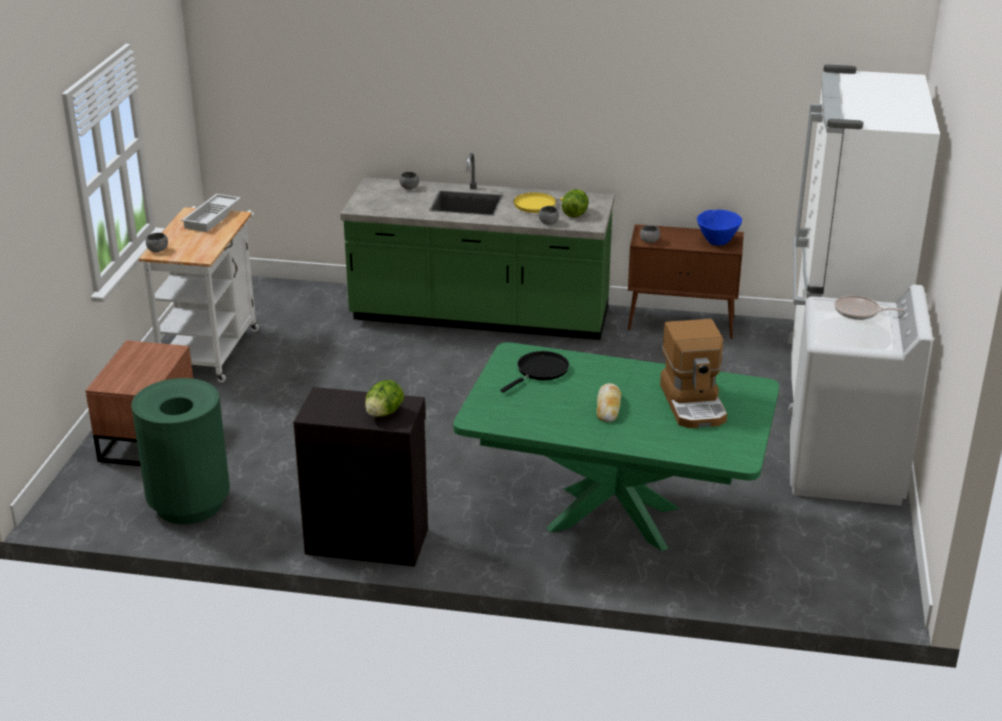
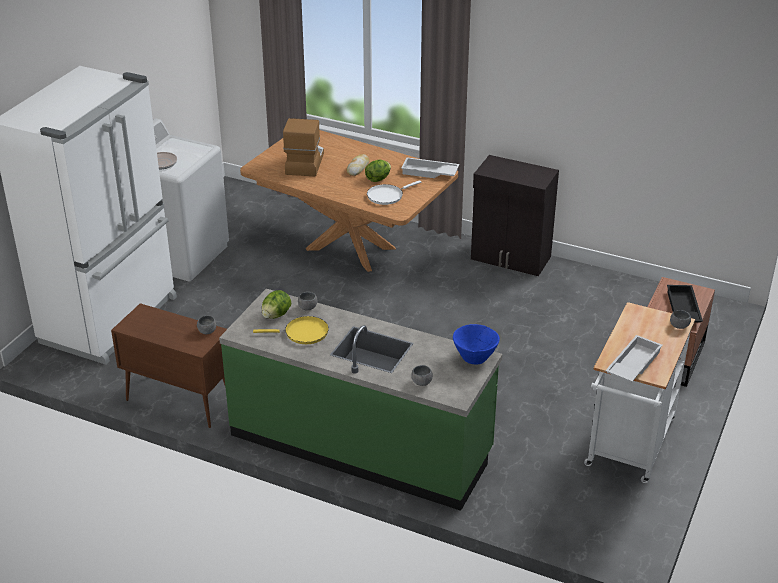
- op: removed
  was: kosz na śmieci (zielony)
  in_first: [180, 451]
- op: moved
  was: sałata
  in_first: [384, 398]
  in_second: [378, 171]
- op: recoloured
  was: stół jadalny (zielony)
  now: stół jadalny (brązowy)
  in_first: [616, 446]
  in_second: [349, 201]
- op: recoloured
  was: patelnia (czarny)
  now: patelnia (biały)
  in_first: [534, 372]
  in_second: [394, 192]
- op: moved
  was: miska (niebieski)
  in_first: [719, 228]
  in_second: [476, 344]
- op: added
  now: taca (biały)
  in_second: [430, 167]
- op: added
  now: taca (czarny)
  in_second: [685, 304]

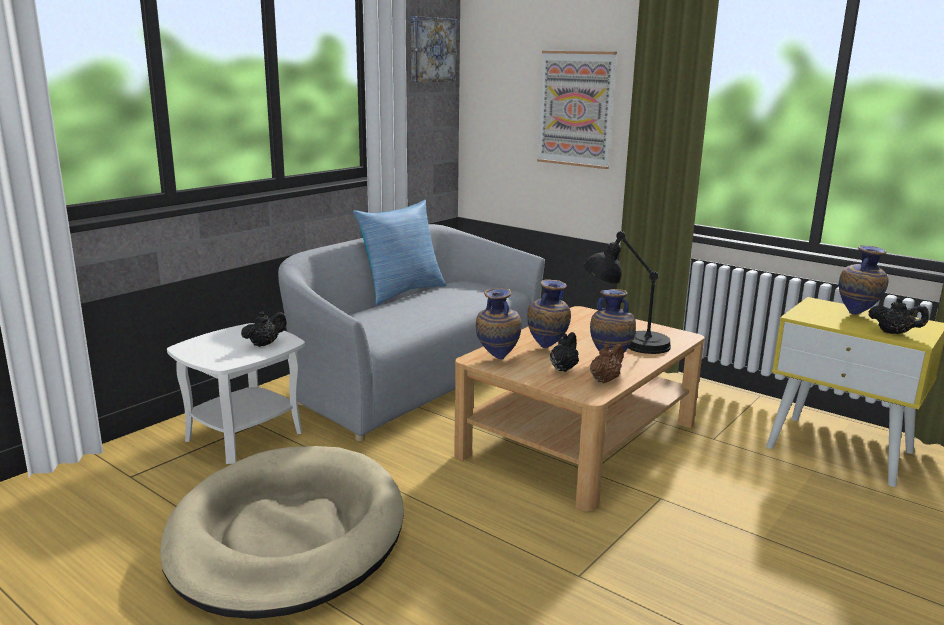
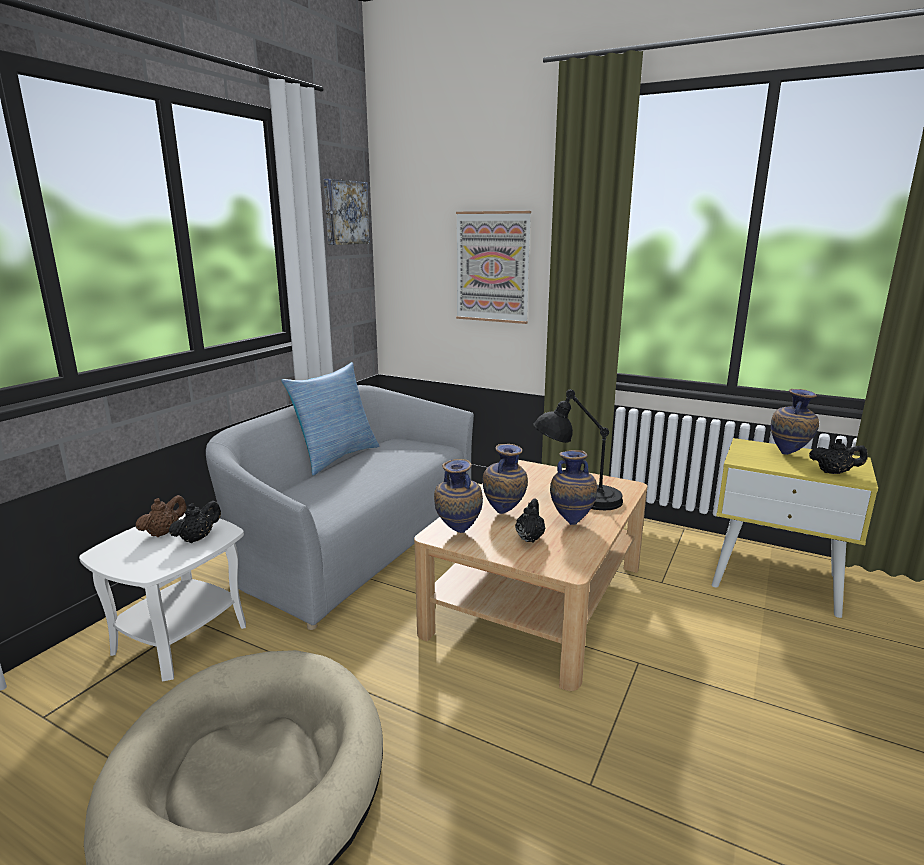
- op: moved
  was: imbryk (brązowy)
  in_first: [607, 363]
  in_second: [161, 516]

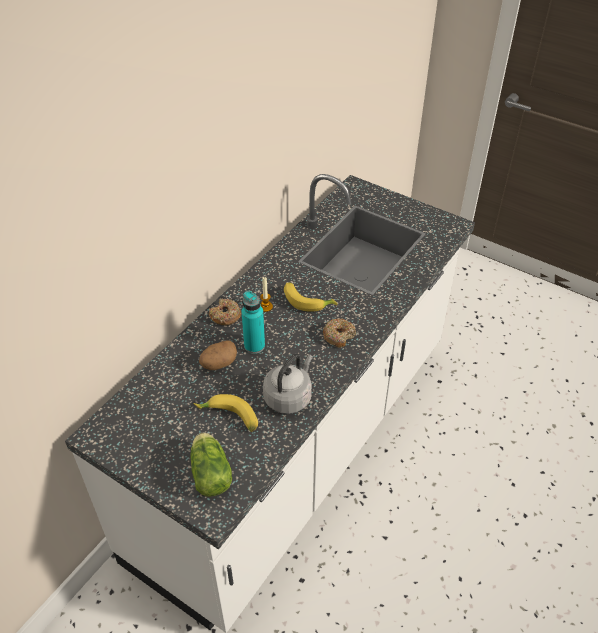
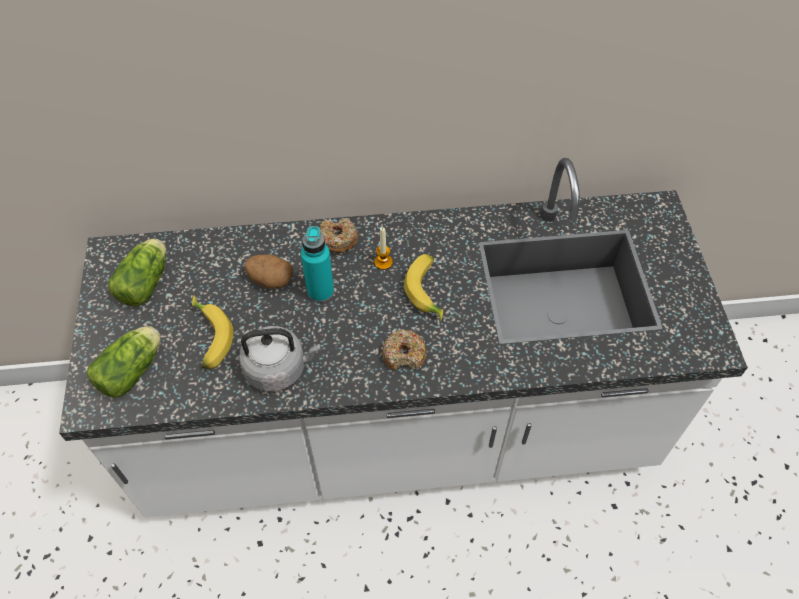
- op: added
  now: sałata
  in_second: [137, 272]

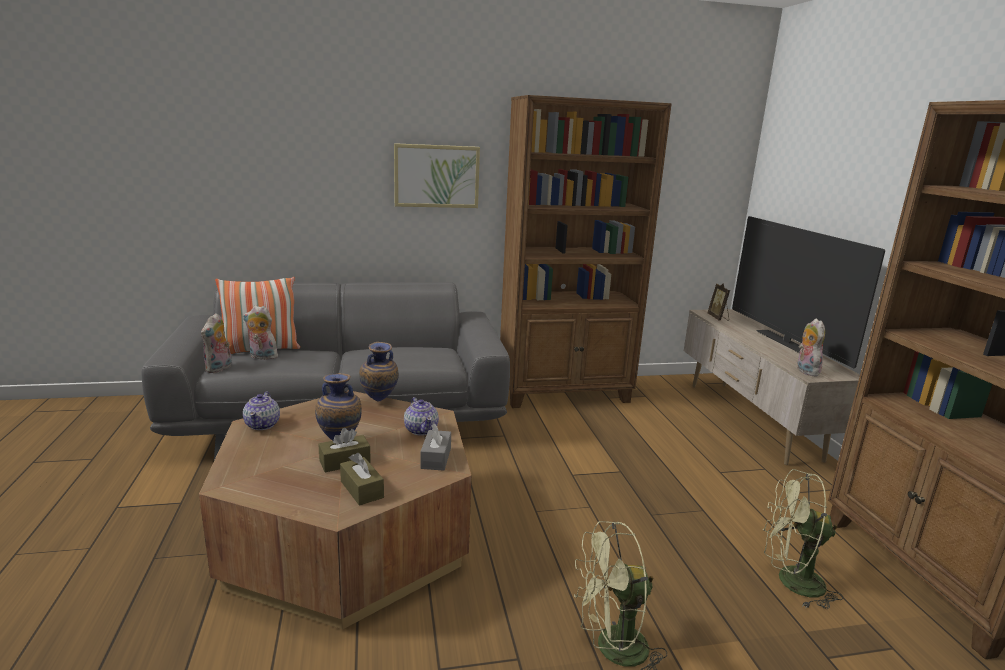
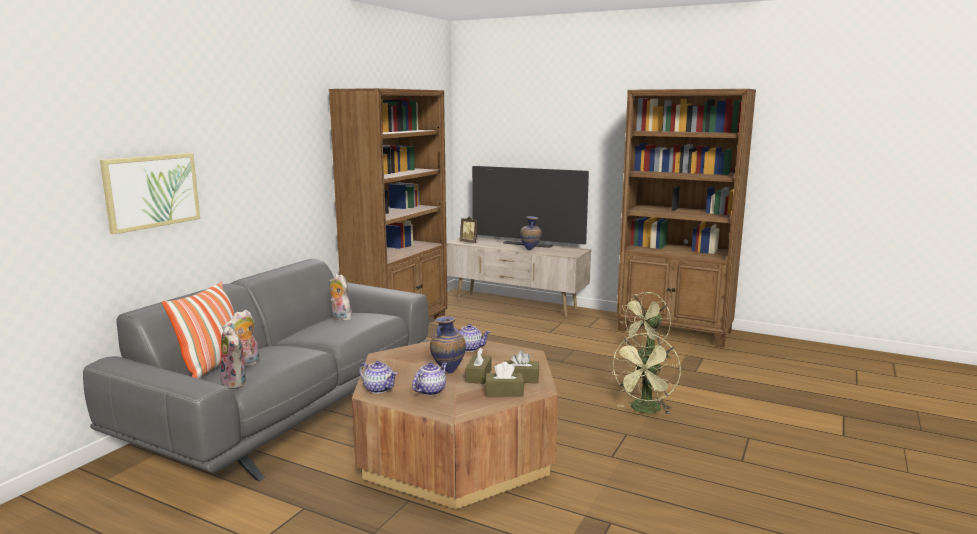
- op: moved
  was: wazon
  in_first: [379, 371]
  in_second: [531, 233]
- op: moved
  was: obraz
  in_first: [437, 175]
  in_second: [150, 194]
- op: removed
  was: pudełko chusteczek (szary)
  in_first: [435, 447]
- op: moved
  was: pluszak
  in_first: [811, 347]
  in_second: [340, 297]
- op: added
  now: imbryk
  in_second: [429, 379]
- op: added
  now: pudełko chusteczek (brązowy)
  in_second: [504, 379]

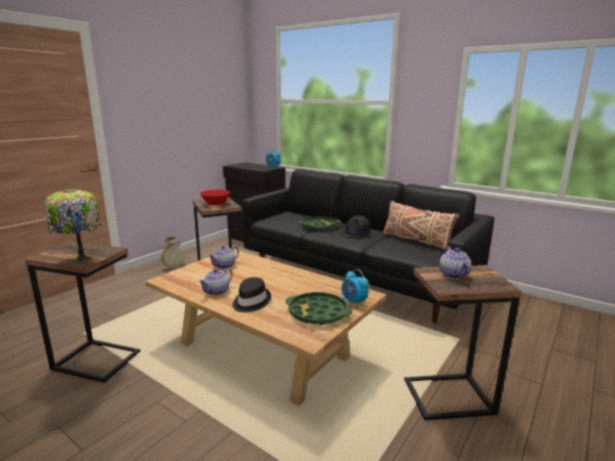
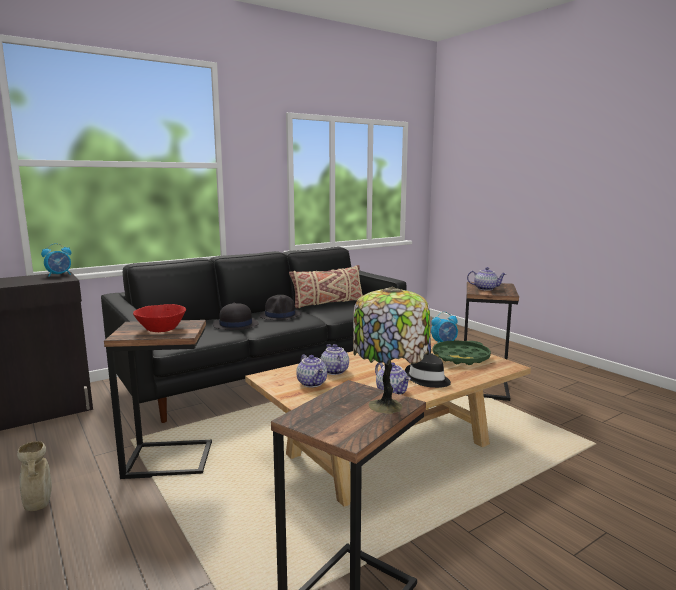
- op: replaced
  was: taca (zielony)
  now: kapelusz (czarny)
  in_first: [319, 223]
  in_second: [236, 316]
- op: added
  now: imbryk
  in_second: [335, 359]

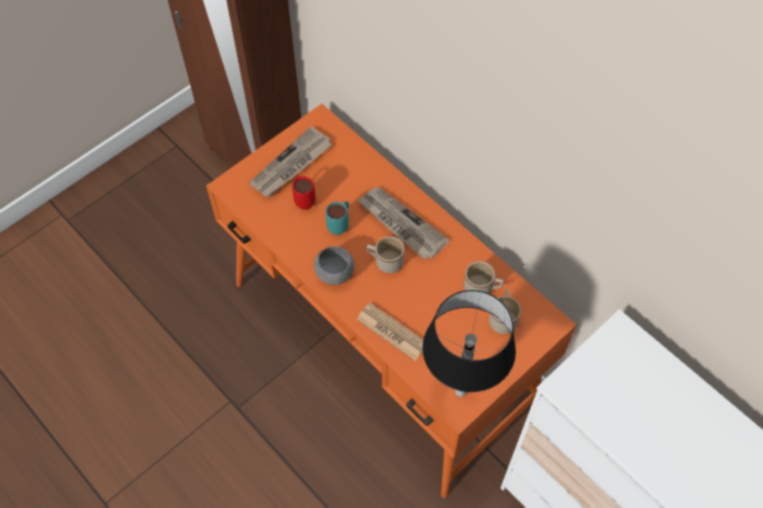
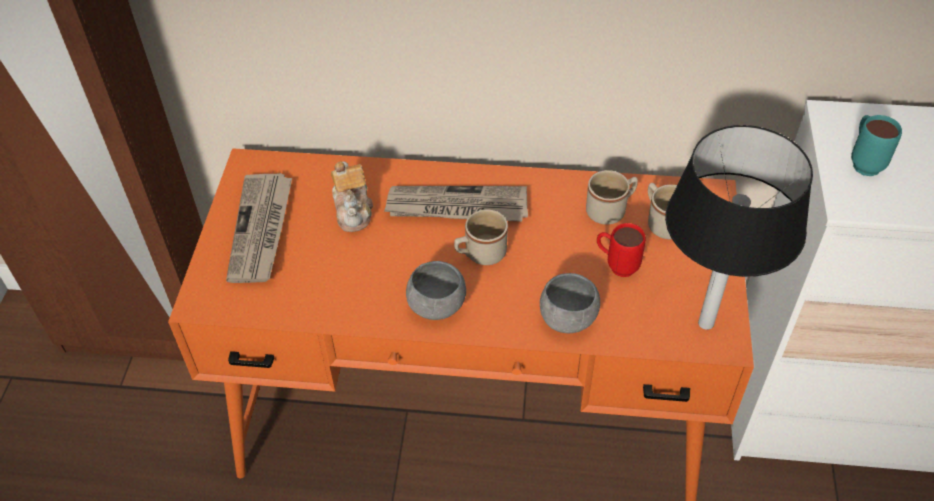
- op: moved
  was: kubek (czerwony)
  in_first: [304, 192]
  in_second: [621, 250]
- op: moved
  was: kubek (turkusowy)
  in_first: [337, 218]
  in_second: [876, 145]
- op: replaced
  was: gazeta
  now: miska (szary)
  in_first: [390, 332]
  in_second: [570, 303]
- op: added
  now: imbryk
  in_second: [352, 196]

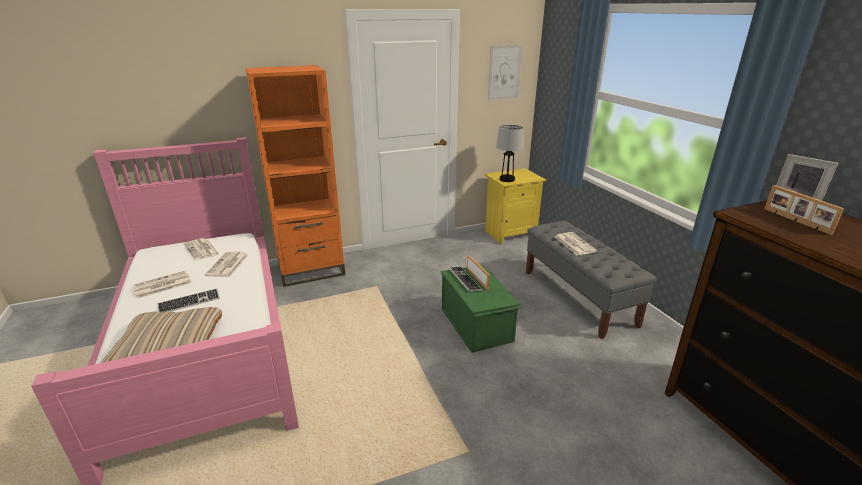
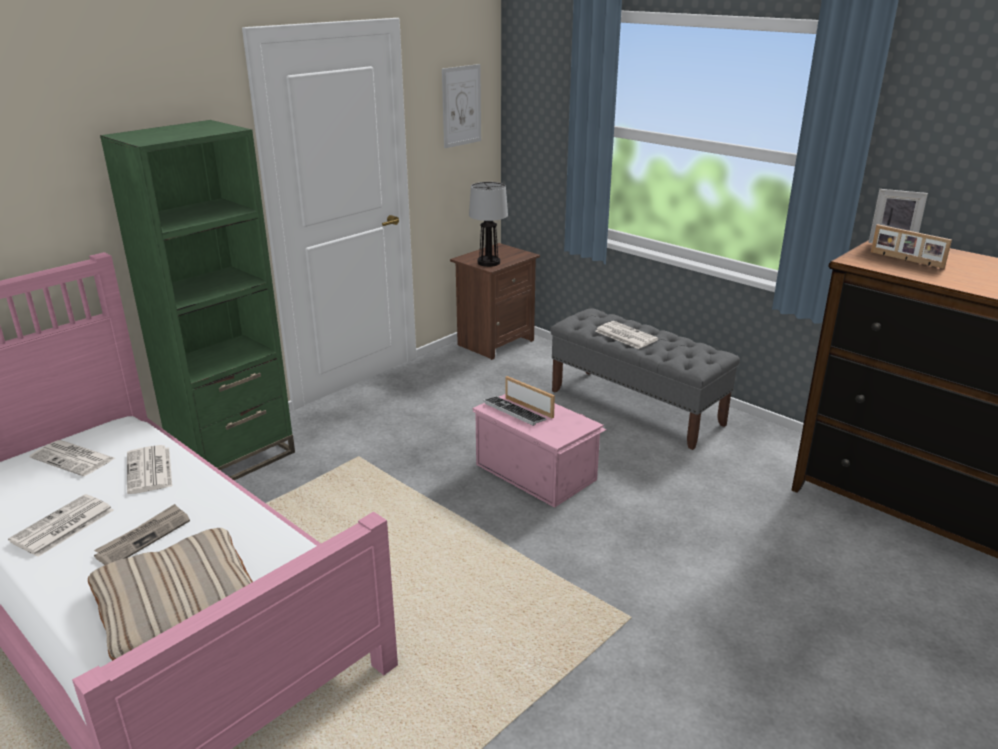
- op: replaced
  was: klawiatura
  now: gazeta
  in_first: [188, 300]
  in_second: [142, 534]
- op: recoloured
  was: regał (pomarańczowy)
  now: regał (zielony)
  in_first: [295, 176]
  in_second: [197, 300]
- op: recoloured
  was: pojemnik do przechowywania (zielony)
  now: pojemnik do przechowywania (różowy)
  in_first: [482, 309]
  in_second: [539, 451]
- op: recoloured
  was: szafka nocna (żółty)
  now: szafka nocna (brązowy)
  in_first: [515, 206]
  in_second: [495, 301]

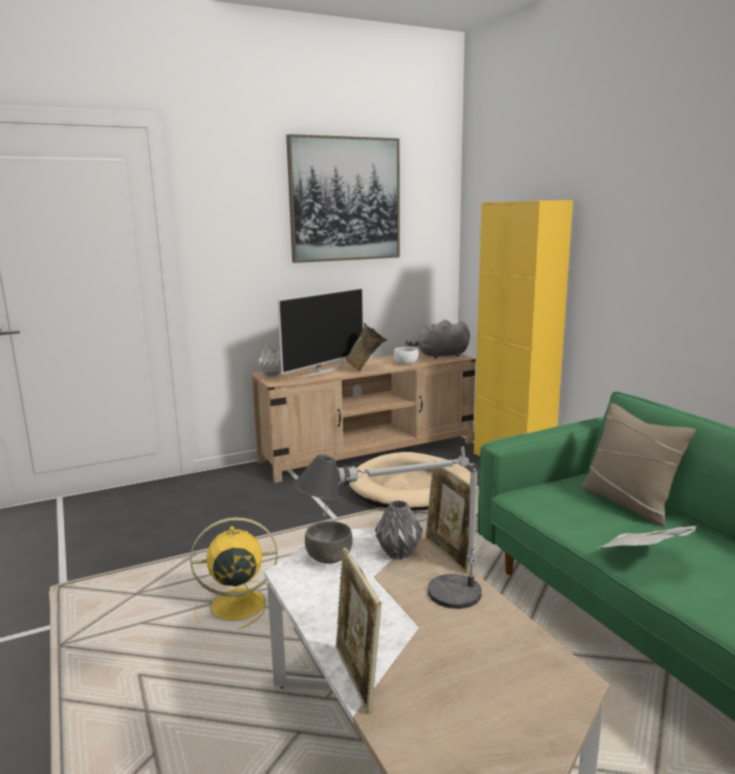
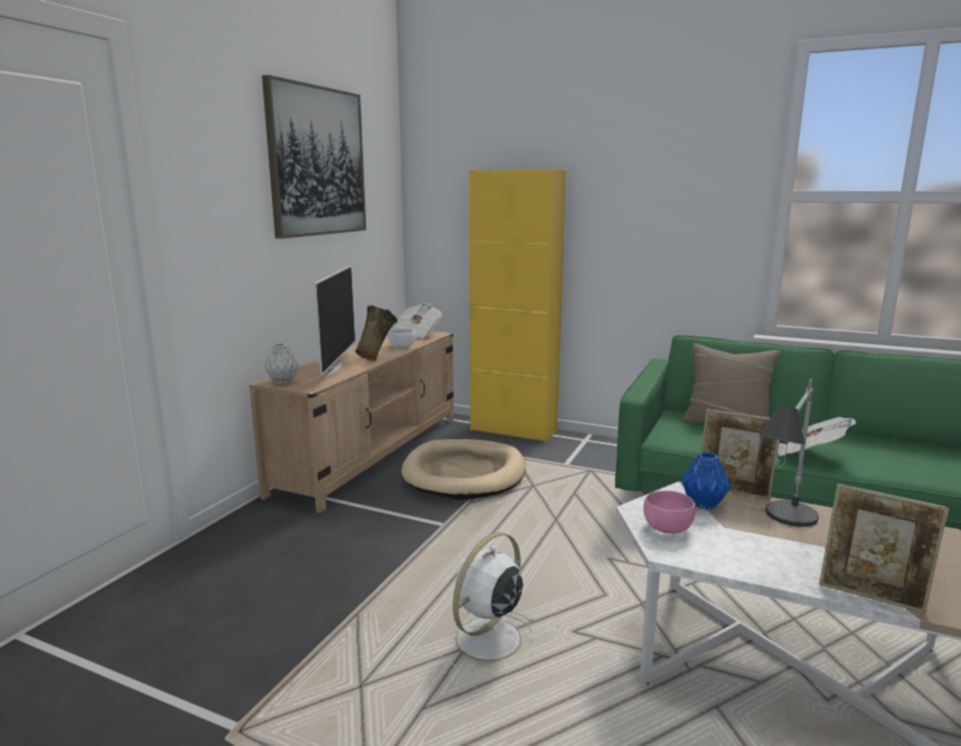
- op: recoloured
  was: wentylator (żółty)
  now: wentylator (biały)
  in_first: [233, 573]
  in_second: [490, 604]
- op: recoloured
  was: miska (szary)
  now: miska (różowy)
  in_first: [329, 542]
  in_second: [669, 512]
- op: recoloured
  was: wazon (szary)
  now: wazon (niebieski)
  in_first: [399, 529]
  in_second: [706, 481]
- op: replaced
  was: pluszak (szary)
  now: gazeta
  in_first: [437, 339]
  in_second: [418, 321]

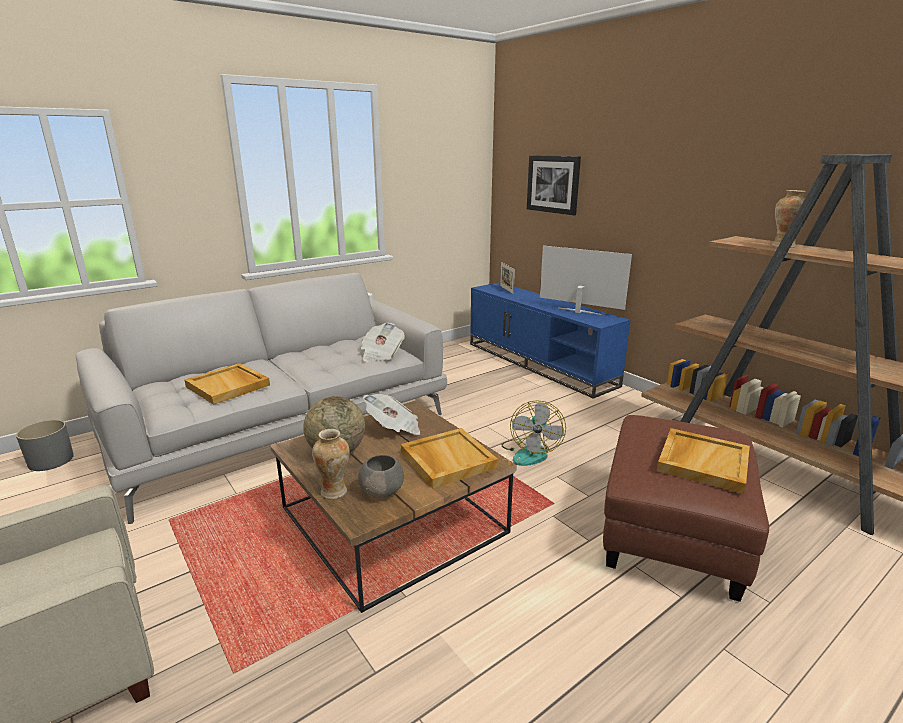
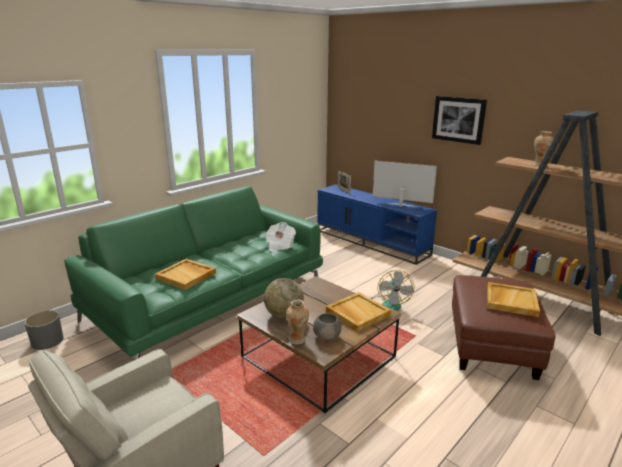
- op: recoloured
  was: kanapa (szary)
  now: kanapa (zielony)
  in_first: [261, 398]
  in_second: [193, 273]
- op: removed
  was: gazeta
  in_first: [391, 414]
- op: moved
  was: obraz
  in_first: [554, 185]
  in_second: [459, 120]

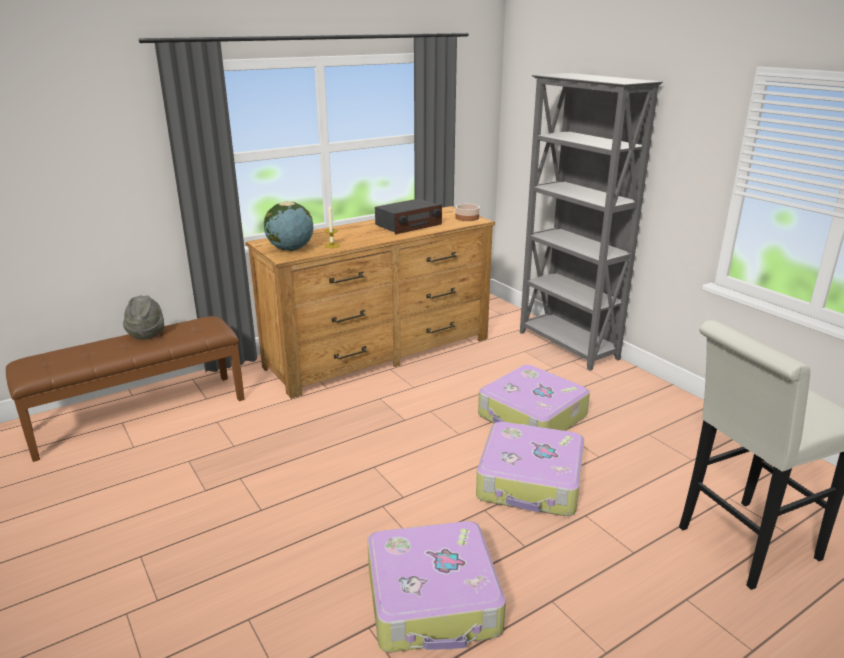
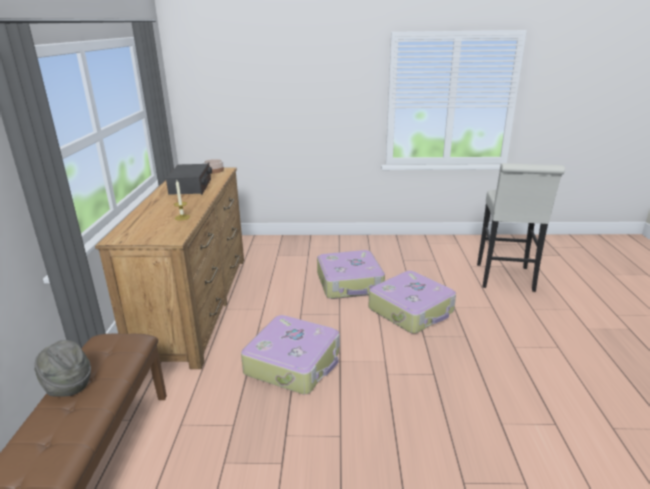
- op: removed
  was: globus
  in_first: [288, 226]
- op: moved
  was: walizka
  in_first: [436, 587]
  in_second: [290, 355]
- op: removed
  was: regał (szary)
  in_first: [591, 222]

